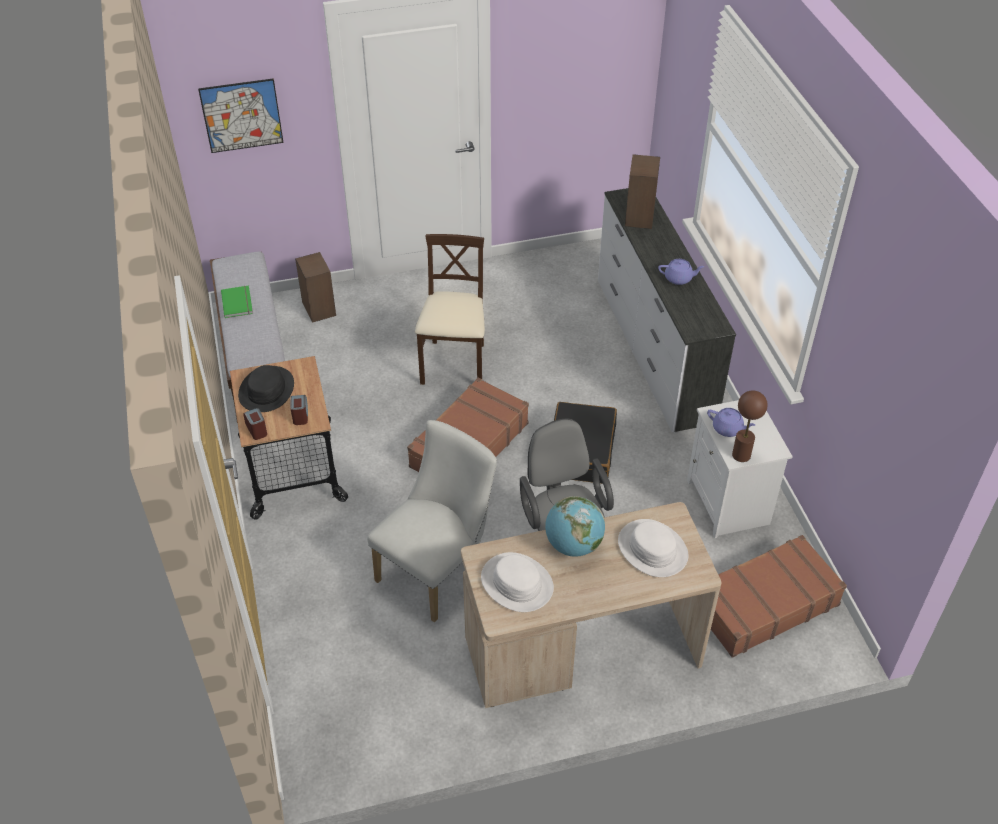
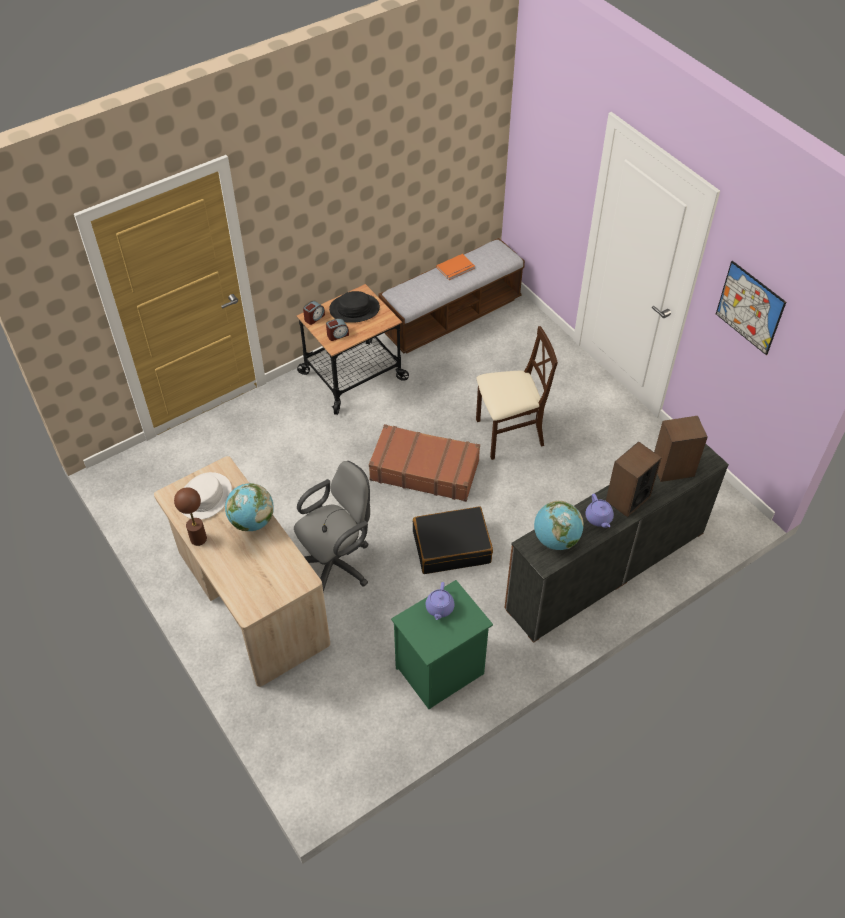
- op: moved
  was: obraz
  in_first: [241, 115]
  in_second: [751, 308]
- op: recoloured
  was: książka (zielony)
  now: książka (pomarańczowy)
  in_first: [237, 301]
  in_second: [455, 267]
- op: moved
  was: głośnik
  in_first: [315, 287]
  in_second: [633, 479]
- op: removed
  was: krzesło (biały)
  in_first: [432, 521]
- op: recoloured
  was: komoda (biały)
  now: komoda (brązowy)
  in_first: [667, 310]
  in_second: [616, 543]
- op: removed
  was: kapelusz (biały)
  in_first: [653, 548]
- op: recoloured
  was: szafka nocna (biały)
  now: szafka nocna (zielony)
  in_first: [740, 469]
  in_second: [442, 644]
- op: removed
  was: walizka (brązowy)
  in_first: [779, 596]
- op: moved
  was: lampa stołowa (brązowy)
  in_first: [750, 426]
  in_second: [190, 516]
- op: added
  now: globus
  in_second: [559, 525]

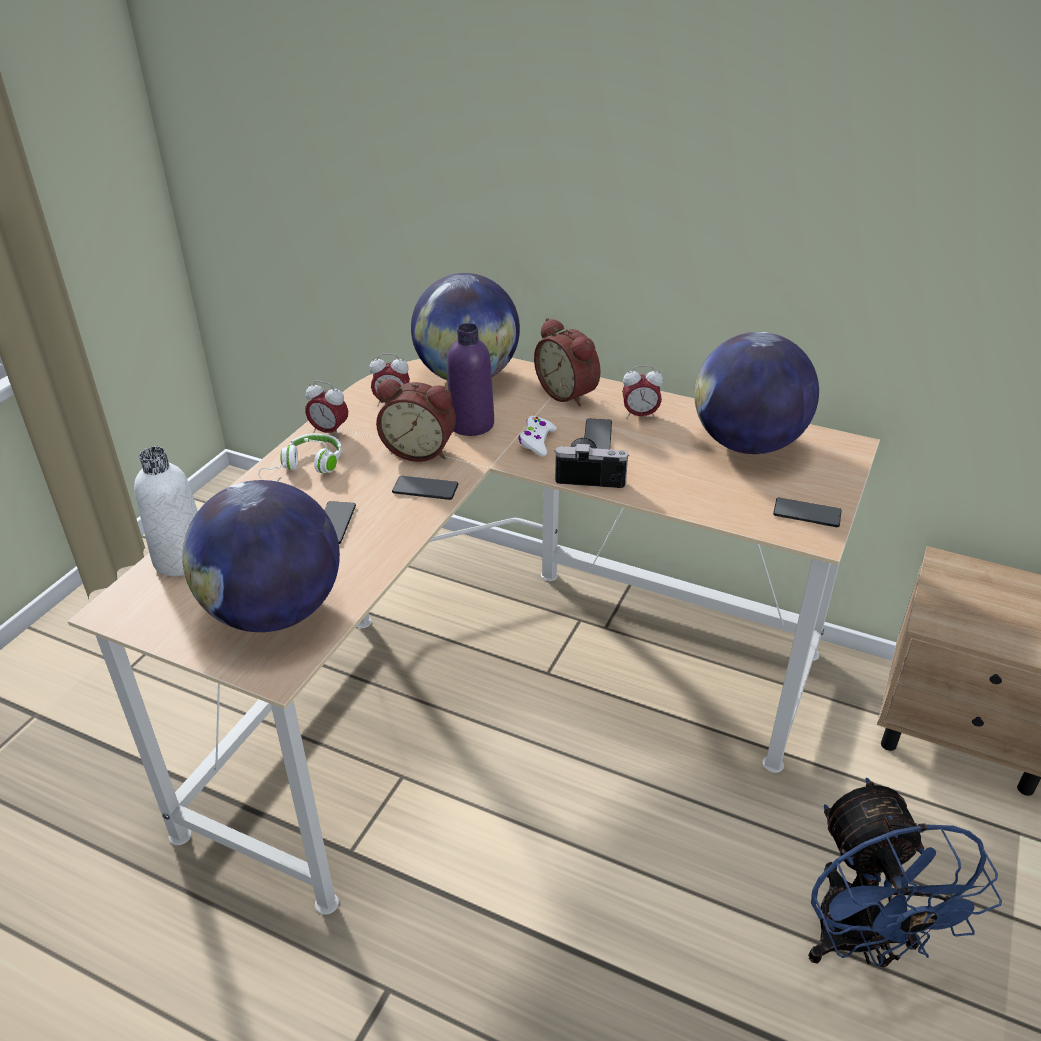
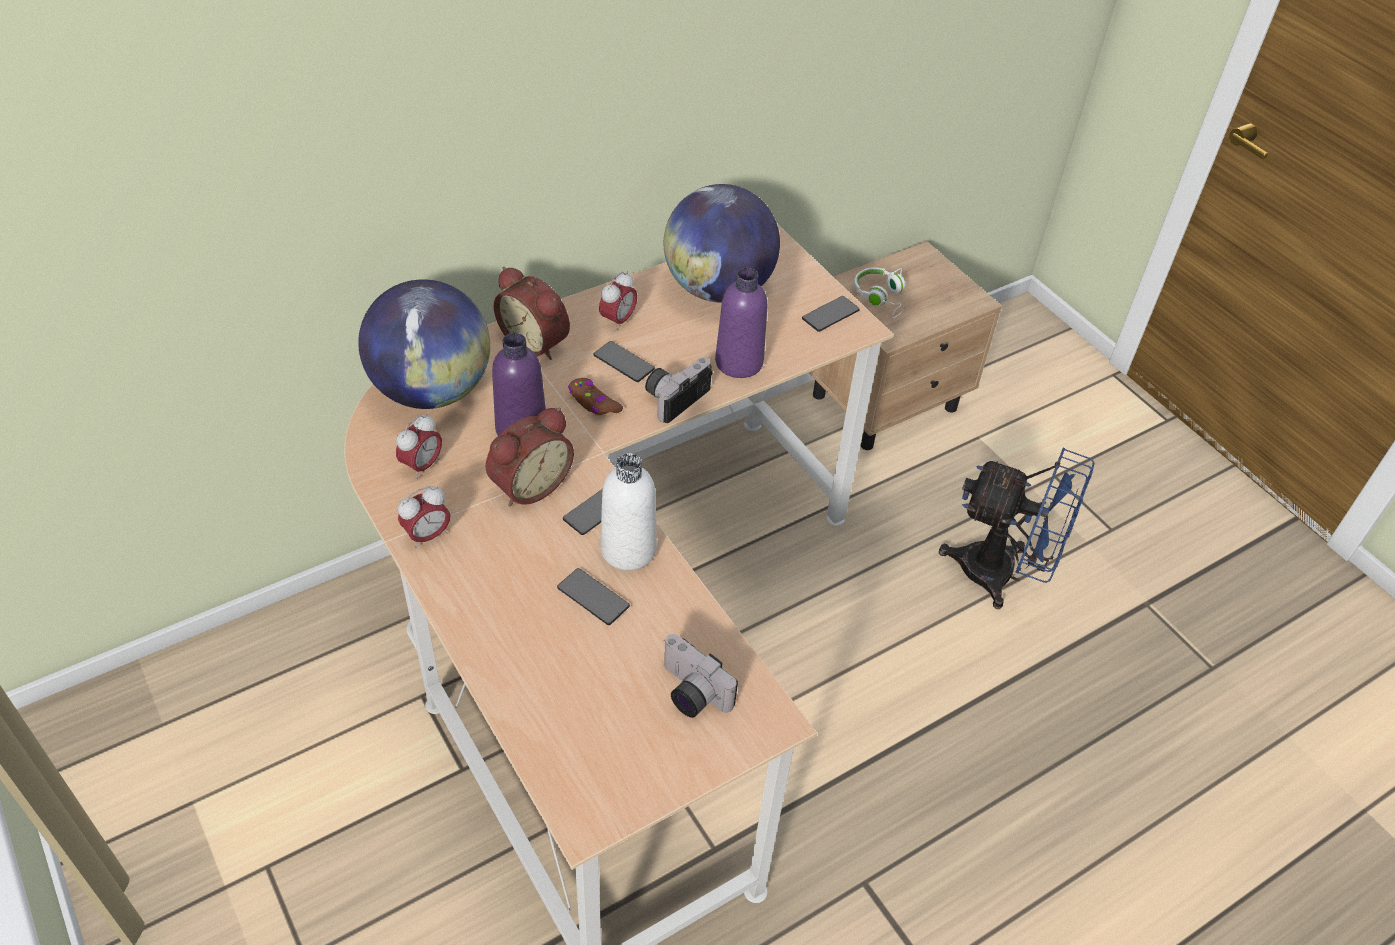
- op: moved
  was: butelka (biały)
  in_first: [166, 511]
  in_second: [628, 512]
- op: replaced
  was: globus
  now: aparat fotograficzny
  in_first: [261, 556]
  in_second: [701, 676]
- op: moved
  was: słuchawki (biały)
  in_first: [300, 457]
  in_second: [879, 292]
- op: recoloured
  was: pad do gier (biały)
  now: pad do gier (brązowy)
  in_first: [537, 436]
  in_second: [595, 396]
- op: turned
  was: budzik
  in_first: [567, 362]
  in_second: [532, 313]
  clockwise: 45
- op: added
  now: butelka (fioletowy)
  in_second: [741, 322]

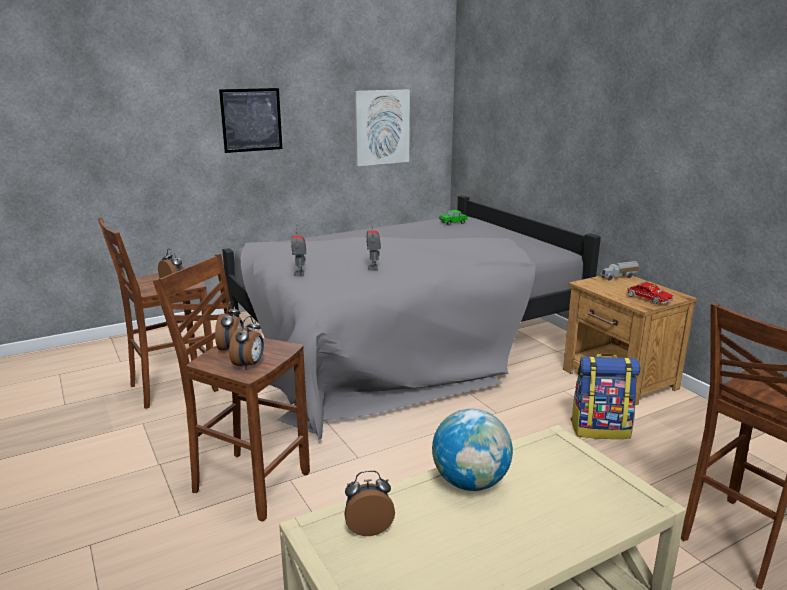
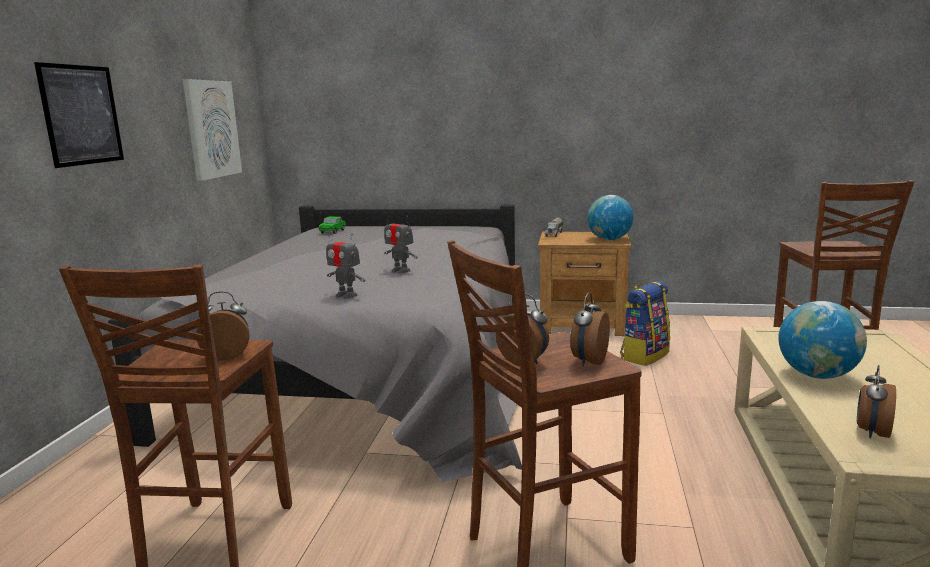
- op: turned
  was: budzik
  in_first: [246, 343]
  in_second: [590, 329]
  clockwise: -120
- op: replaced
  was: ciężarówka zabawkowa
  now: globus
  in_first: [649, 292]
  in_second: [610, 217]

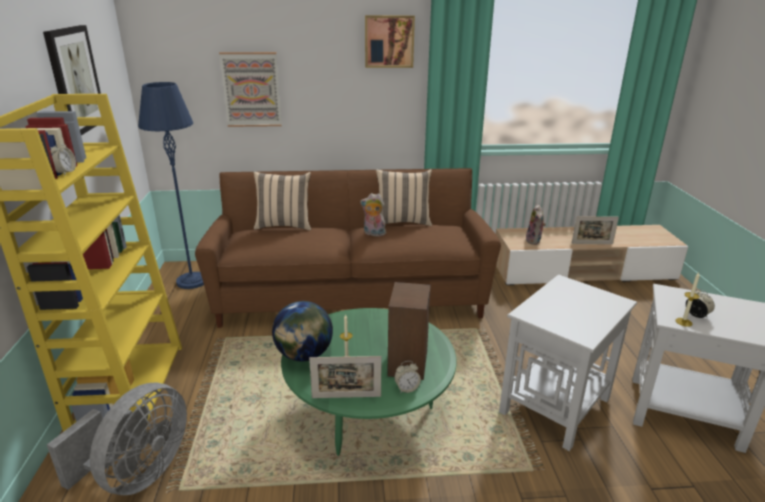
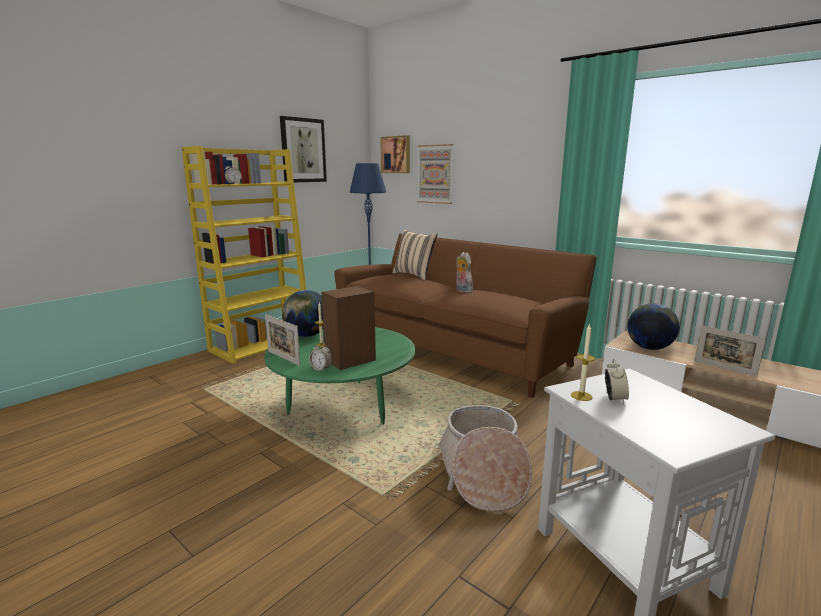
- op: removed
  was: wentylator (szary)
  in_first: [117, 438]
- op: moved
  was: obraz
  in_first: [390, 41]
  in_second: [395, 154]
- op: removed
  was: poduszka (beżowy)
  in_first: [404, 197]
- op: replaced
  was: stolik (biały)
  now: koszyk
  in_first: [568, 362]
  in_second: [485, 458]
- op: replaced
  was: pluszak
  now: globus
  in_first: [536, 224]
  in_second: [653, 327]

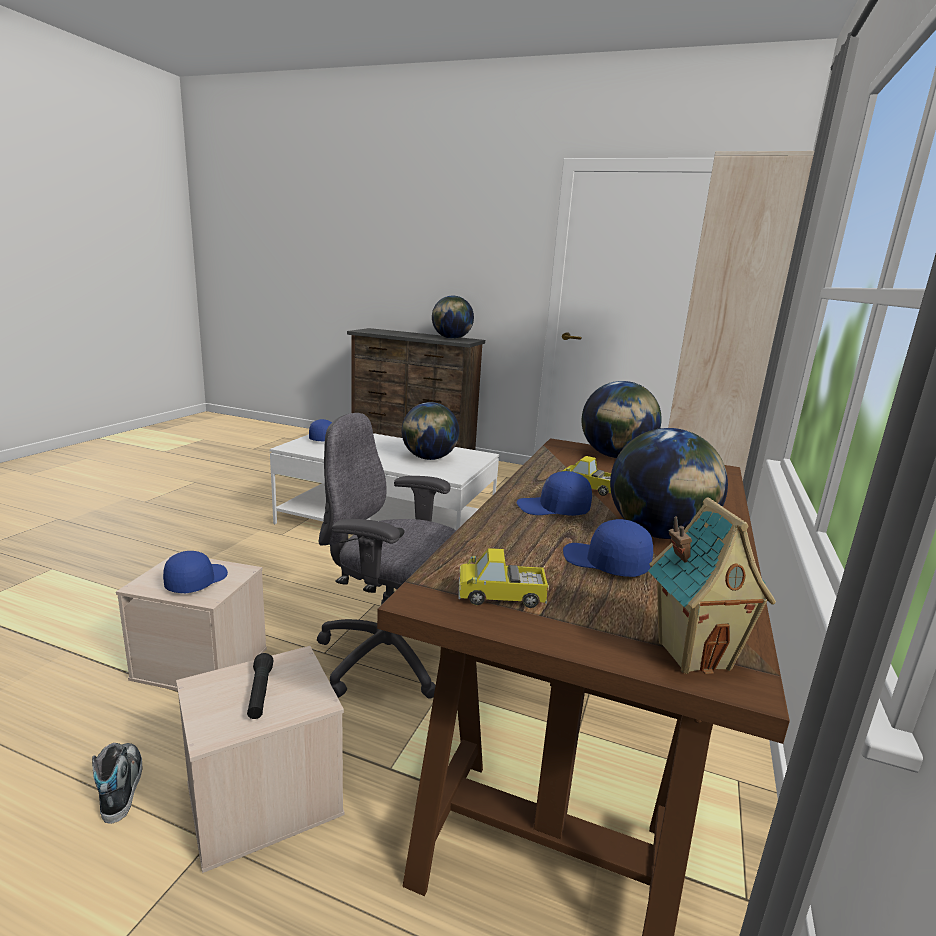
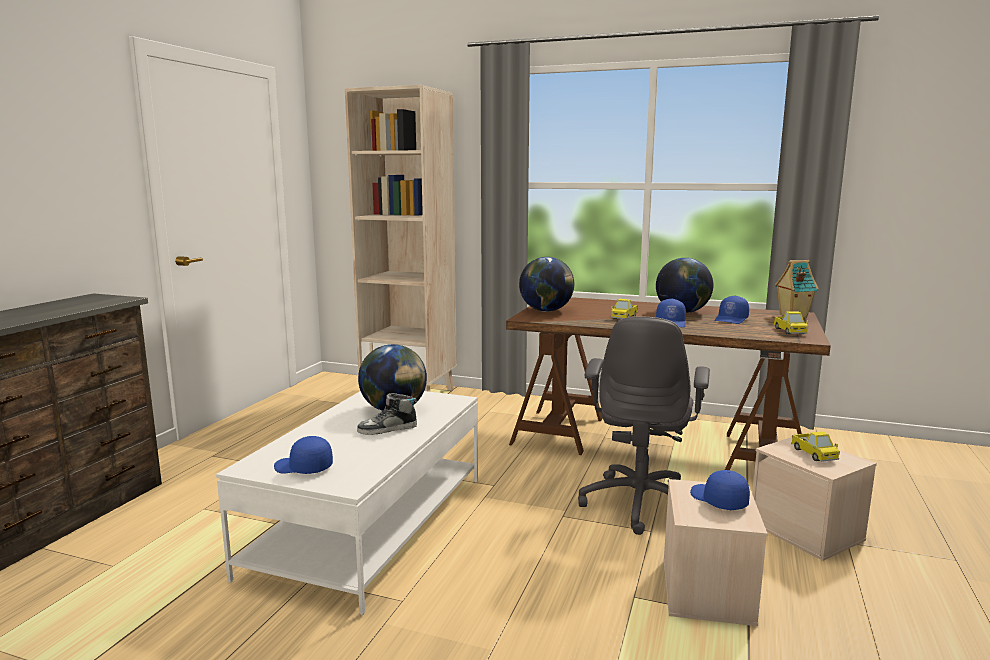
- op: moved
  was: but
  in_first: [117, 783]
  in_second: [387, 414]
- op: turned
  was: czapka z daszkiem (niebieski)
  in_first: [195, 572]
  in_second: [720, 490]
  clockwise: 45
- op: replaced
  was: latarka (czarny)
  now: ciężarówka zabawkowa
  in_first: [260, 686]
  in_second: [815, 446]
- op: removed
  was: globus
  in_first: [453, 317]

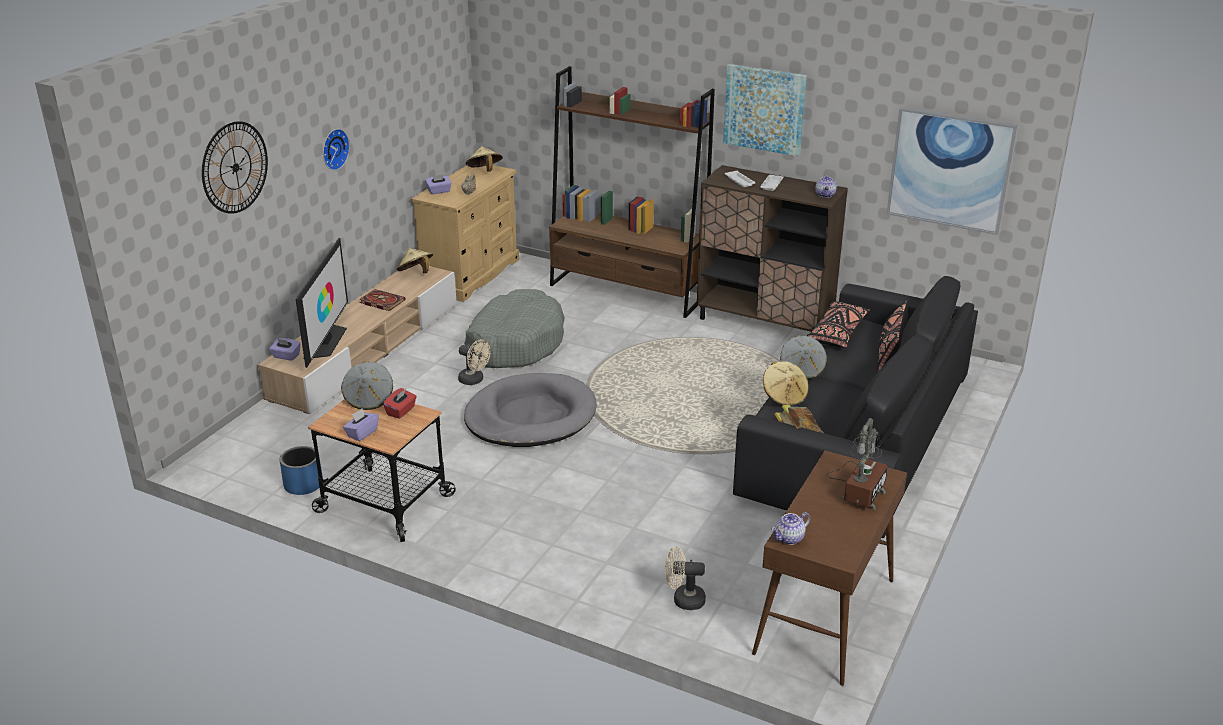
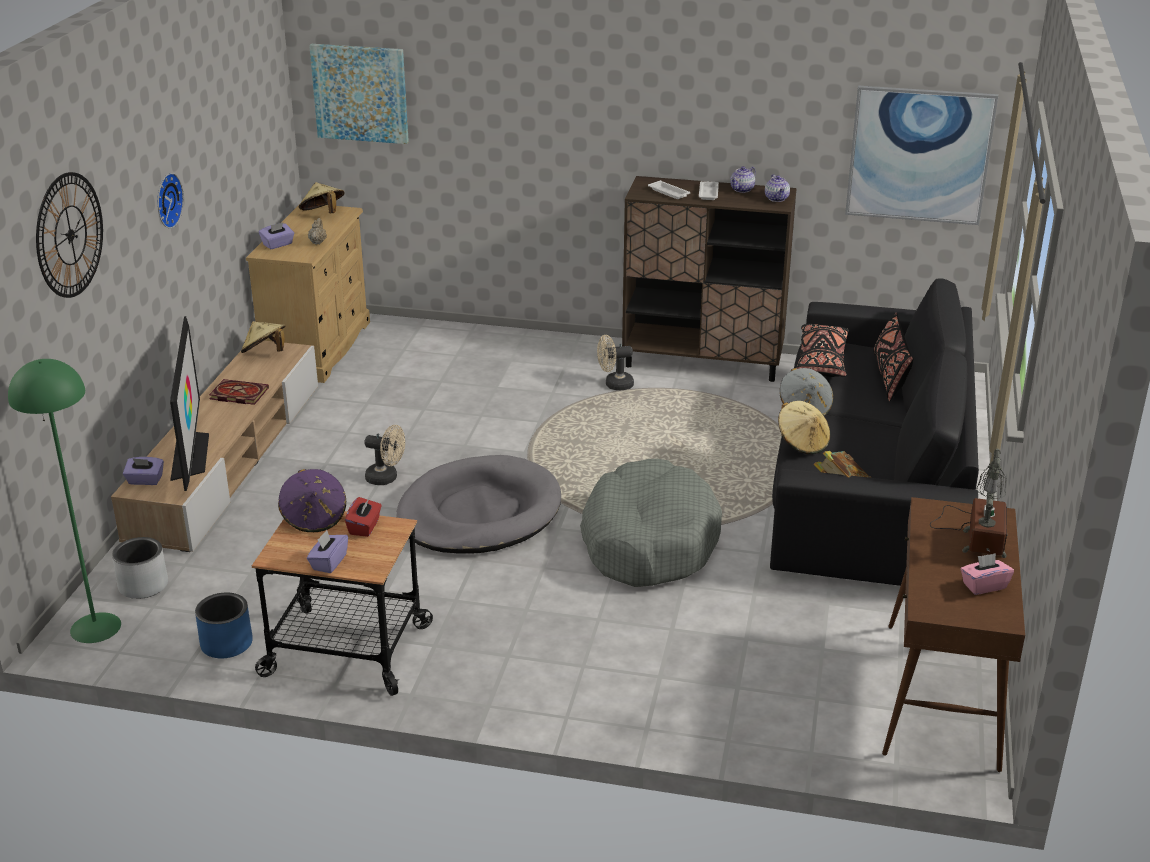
- op: recoloured
  was: kapelusz (szary)
  now: kapelusz (fioletowy)
  in_first: [367, 385]
  in_second: [312, 500]
- op: moved
  was: legowisko (szary)
  in_first: [514, 328]
  in_second: [651, 523]
- op: removed
  was: regał (brązowy)
  in_first: [632, 192]
- op: moved
  was: wentylator (beżowy)
  in_first: [685, 578]
  in_second: [615, 363]
- op: moved
  was: obraz
  in_first: [765, 110]
  in_second: [359, 94]
- op: moved
  was: imbryk
  in_first: [790, 528]
  in_second: [743, 179]
- op: added
  now: lampa stojąca (zielony)
  in_second: [64, 501]
- op: added
  now: donica (szary)
  in_second: [140, 568]
- op: added
  now: pudełko chusteczek (różowy)
  in_second: [987, 574]

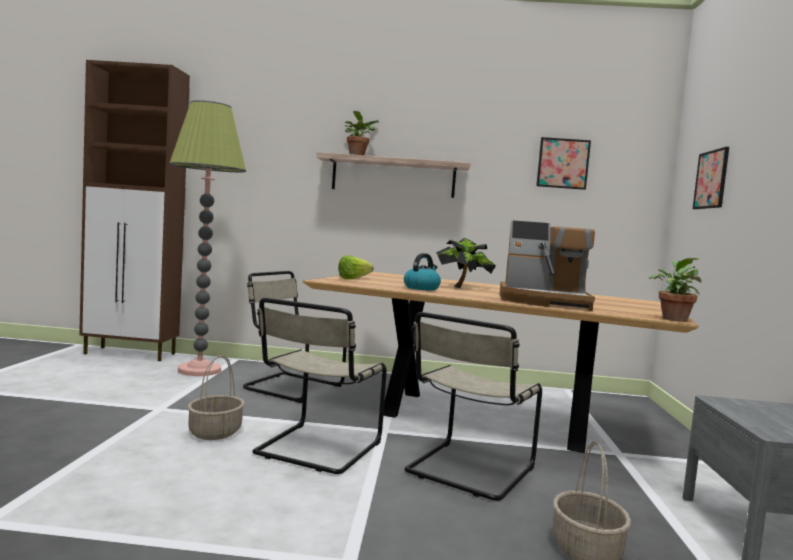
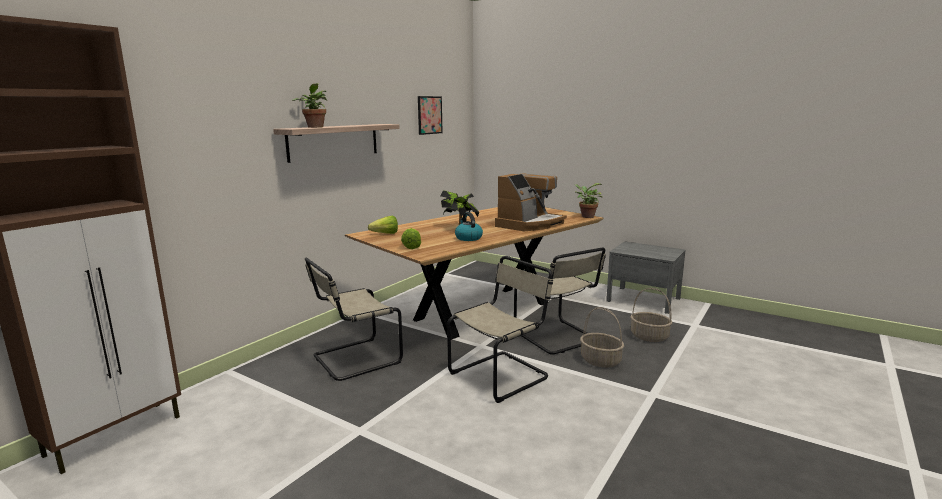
- op: removed
  was: lampa stojąca
  in_first: [207, 238]
- op: moved
  was: koszyk
  in_first: [216, 397]
  in_second: [602, 337]
- op: turned
  was: krzesło (beżowy)
  in_first: [319, 386]
  in_second: [500, 329]
  clockwise: -90
- op: removed
  was: obraz
  in_first: [711, 178]
- op: added
  now: sałata
  in_second: [383, 225]

